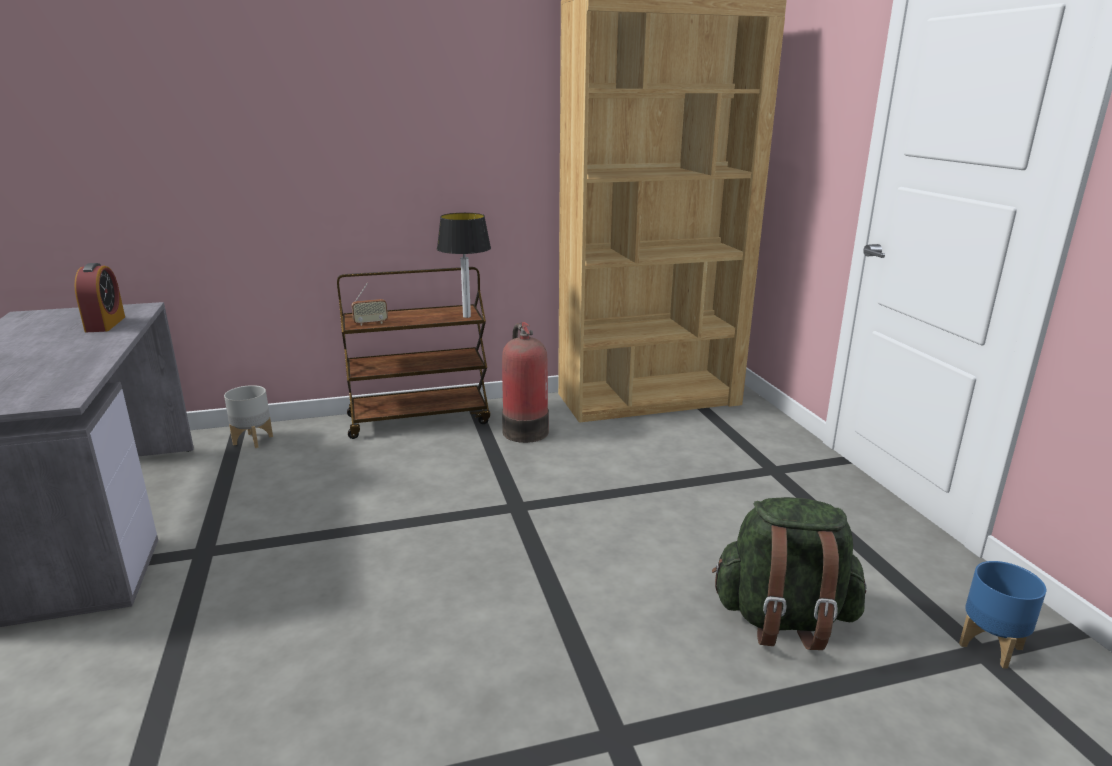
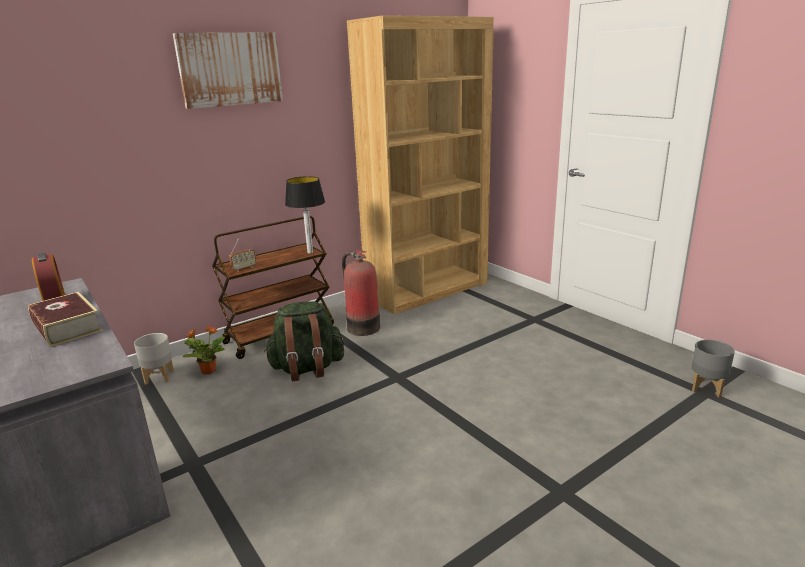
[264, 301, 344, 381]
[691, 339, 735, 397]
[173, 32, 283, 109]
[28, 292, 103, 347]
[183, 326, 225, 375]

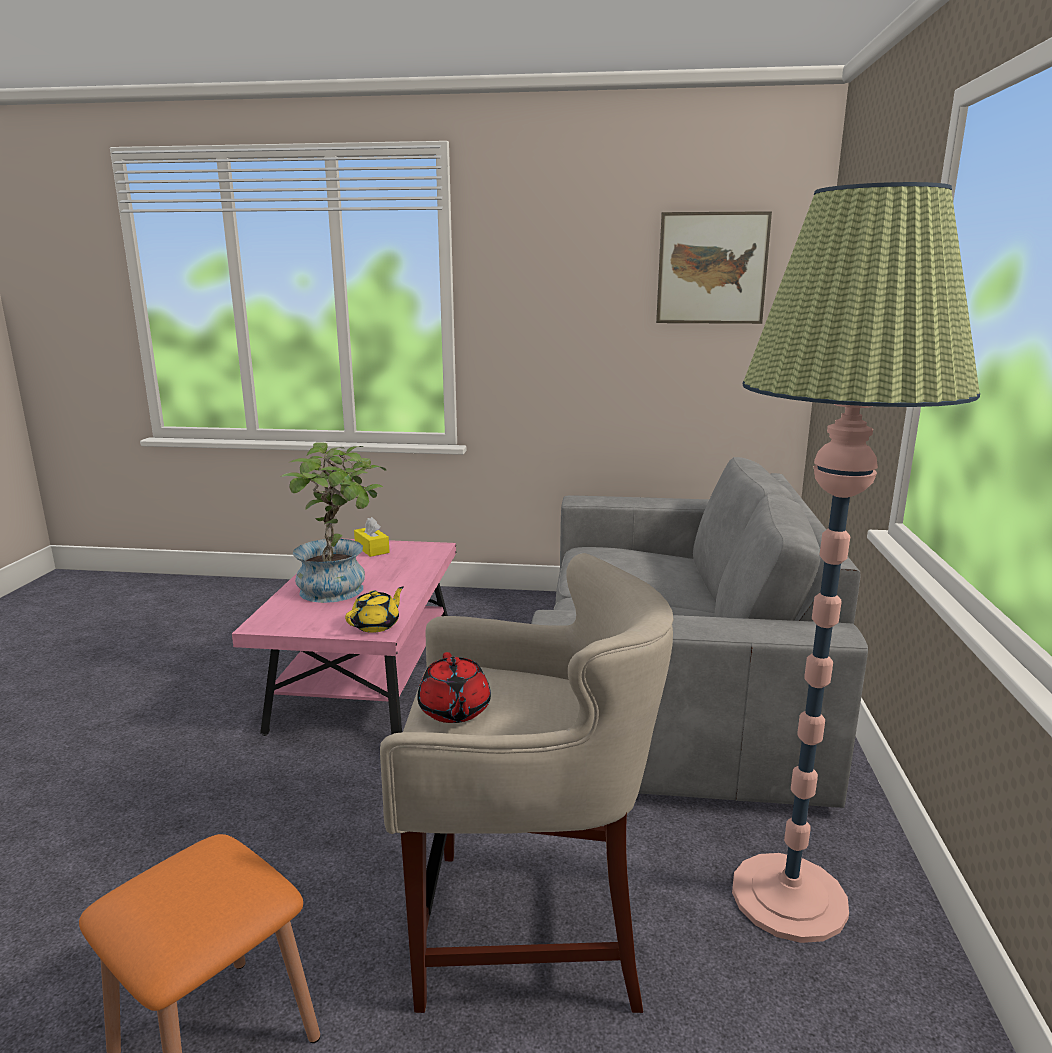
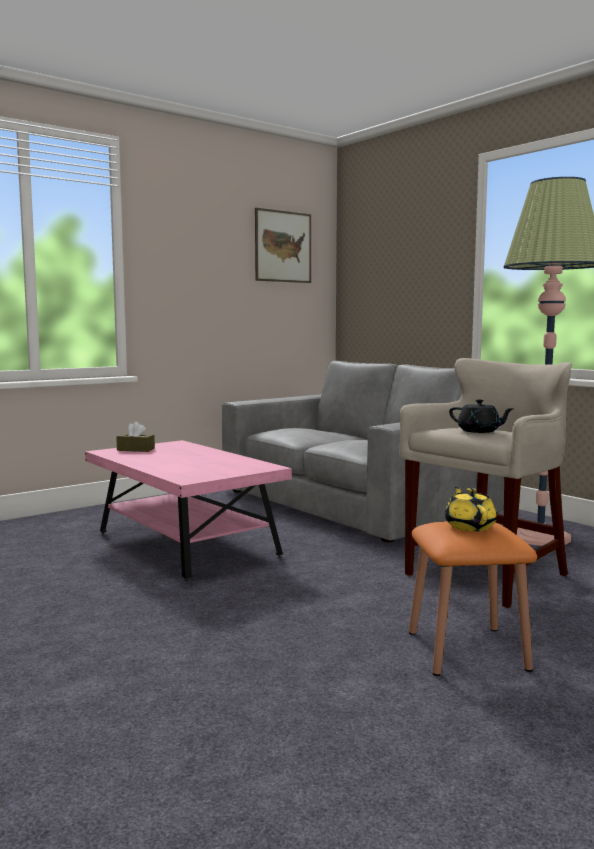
[280, 442, 386, 603] (first image)
[116, 421, 155, 452]
[445, 487, 497, 531]
[449, 399, 515, 433]

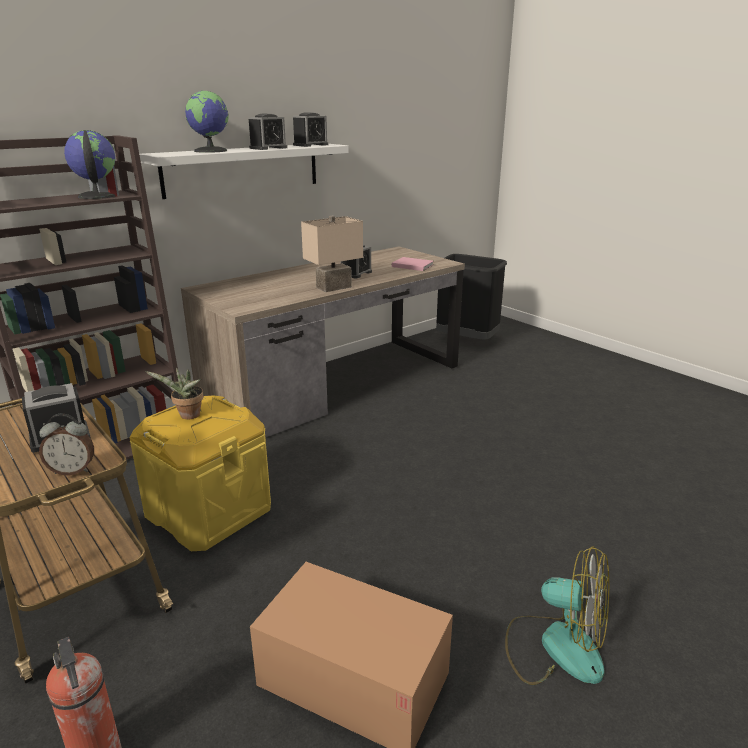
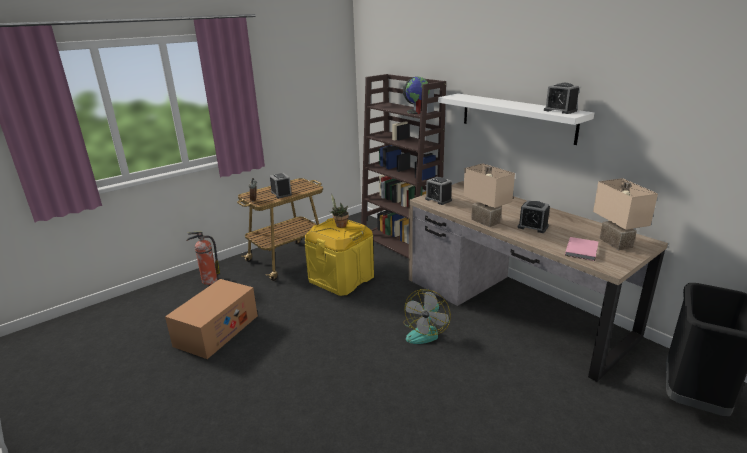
[185, 90, 229, 153] (first image)
[425, 177, 452, 205]
[403, 289, 451, 344]
[593, 178, 658, 250]

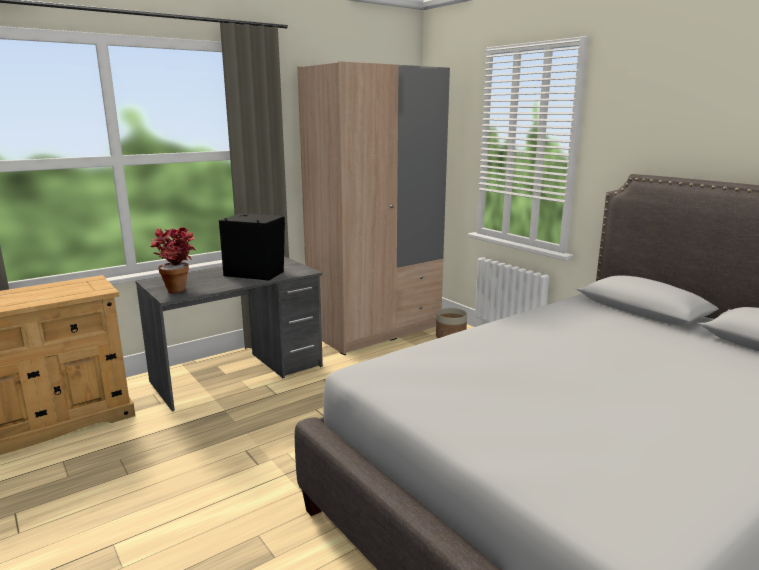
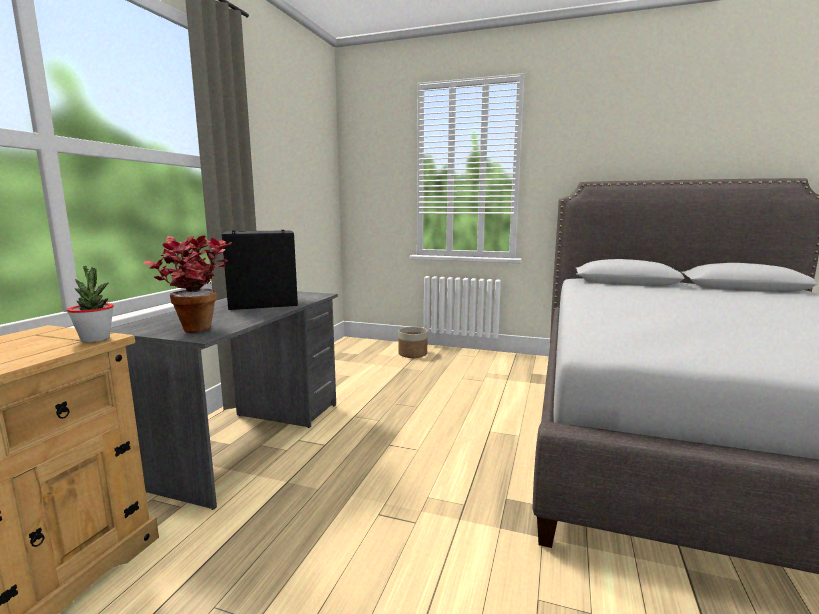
[297, 61, 450, 355] (first image)
[67, 266, 114, 343]

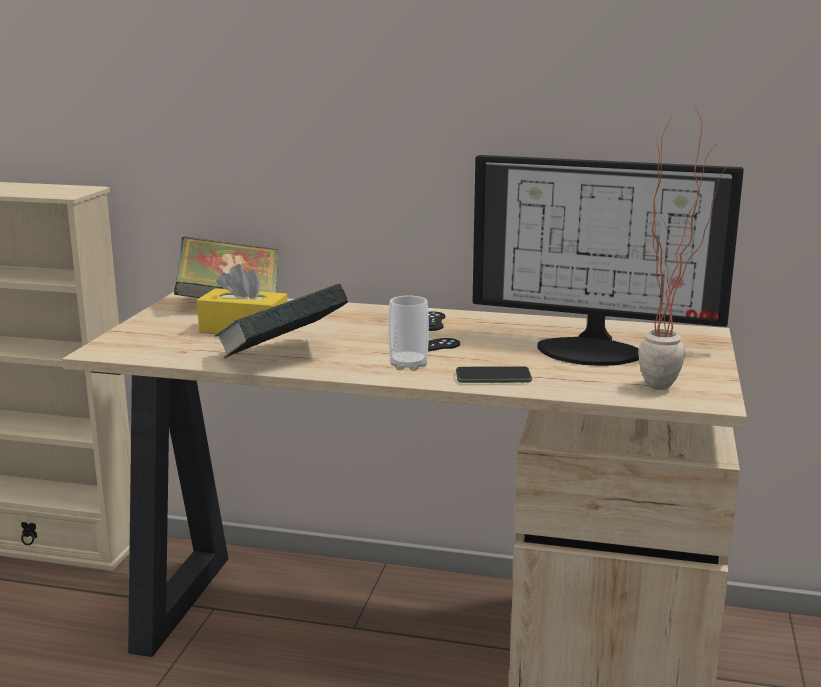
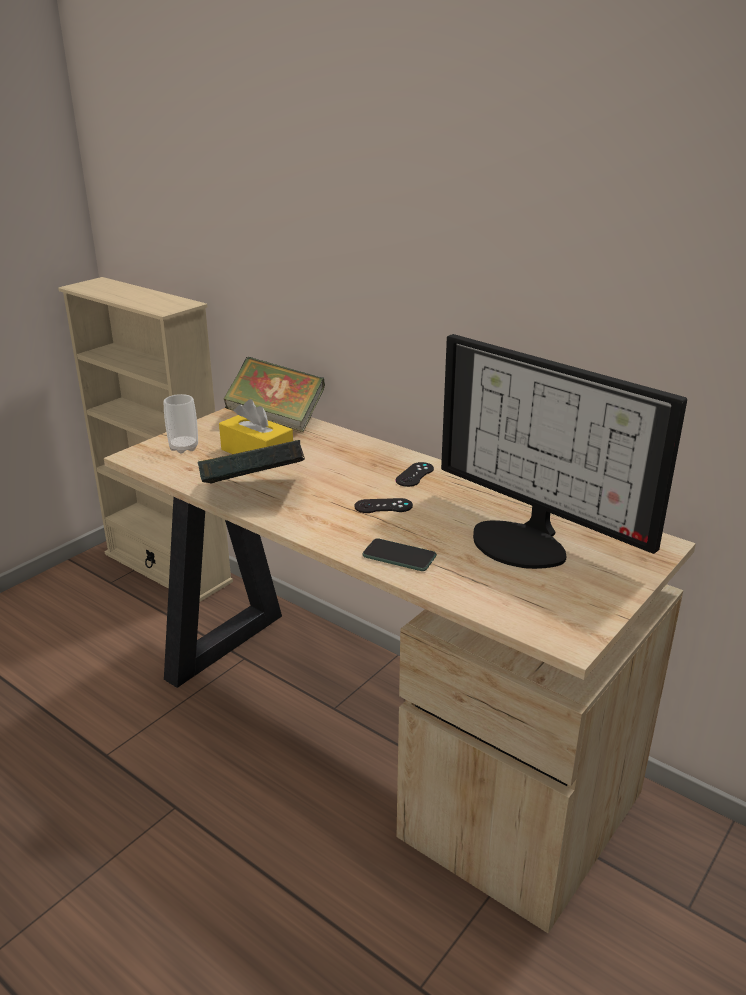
[638, 103, 726, 390] (first image)
[164, 394, 198, 453]

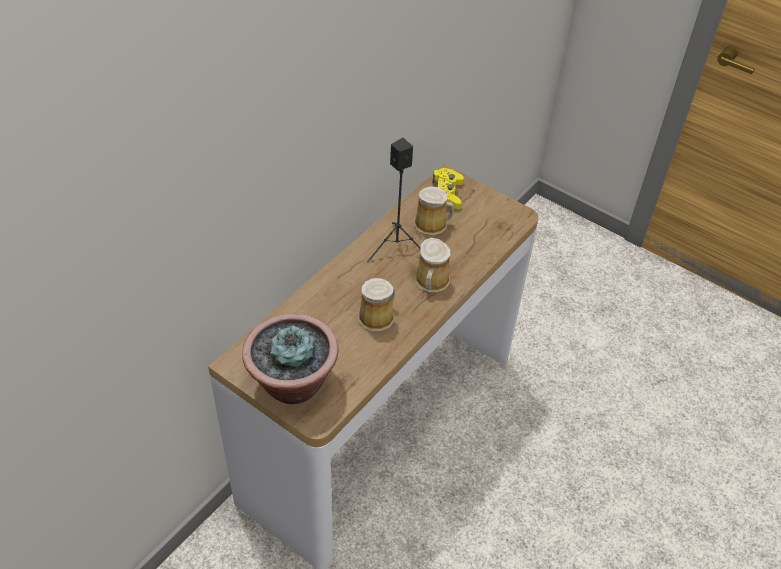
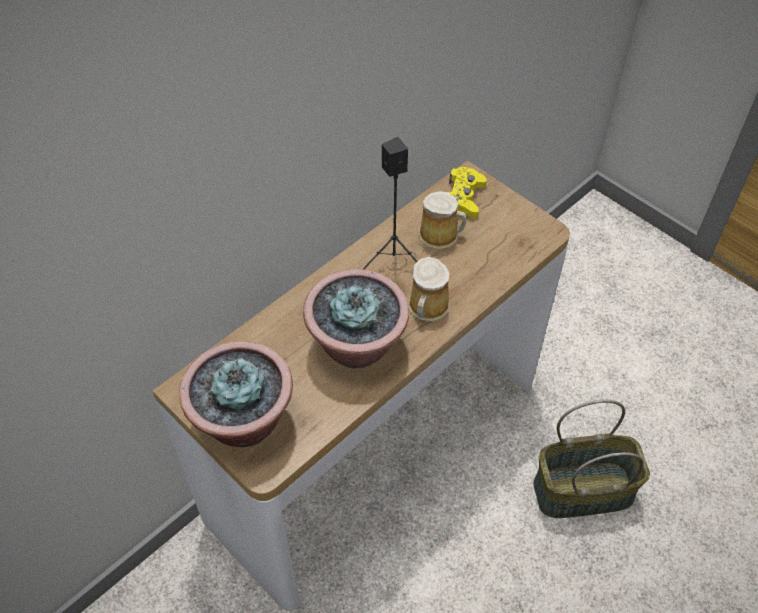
[303, 269, 409, 368]
[533, 400, 650, 518]

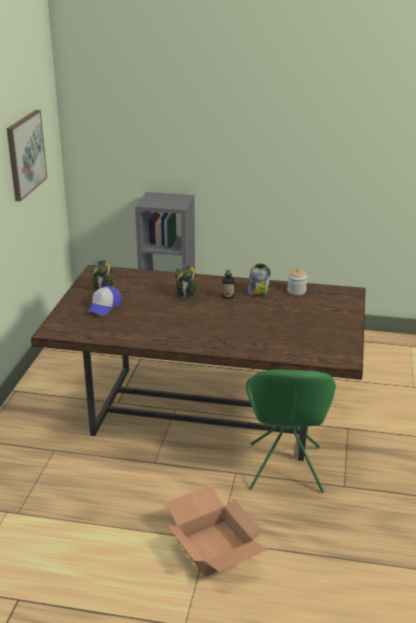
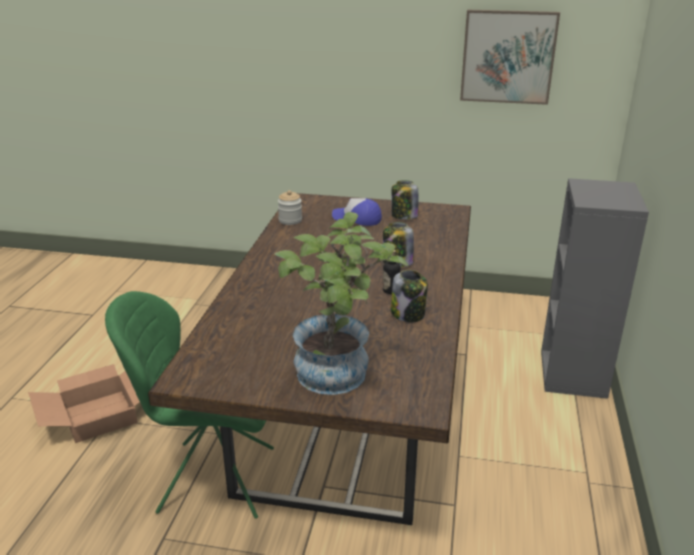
[278, 190, 302, 225]
[274, 212, 408, 395]

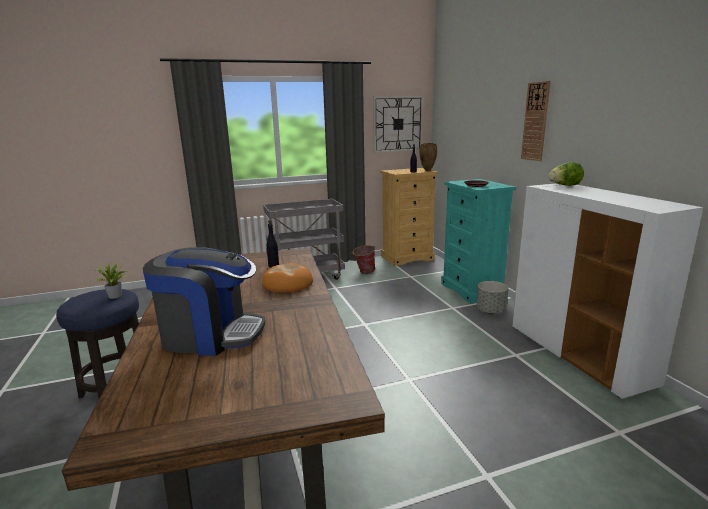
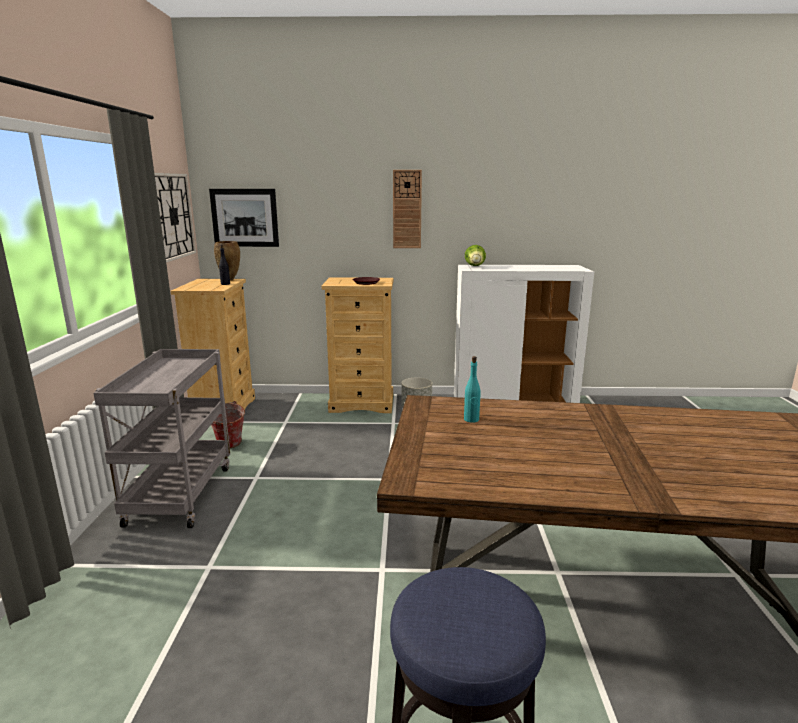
[322, 277, 393, 413]
[464, 356, 481, 423]
[143, 247, 265, 356] (first image)
[96, 262, 128, 299] (first image)
[262, 263, 313, 292] (first image)
[209, 189, 279, 247]

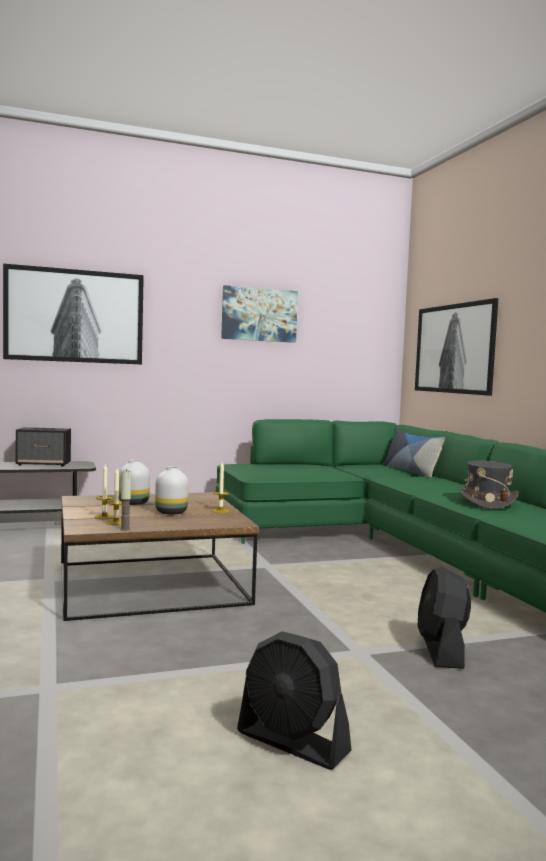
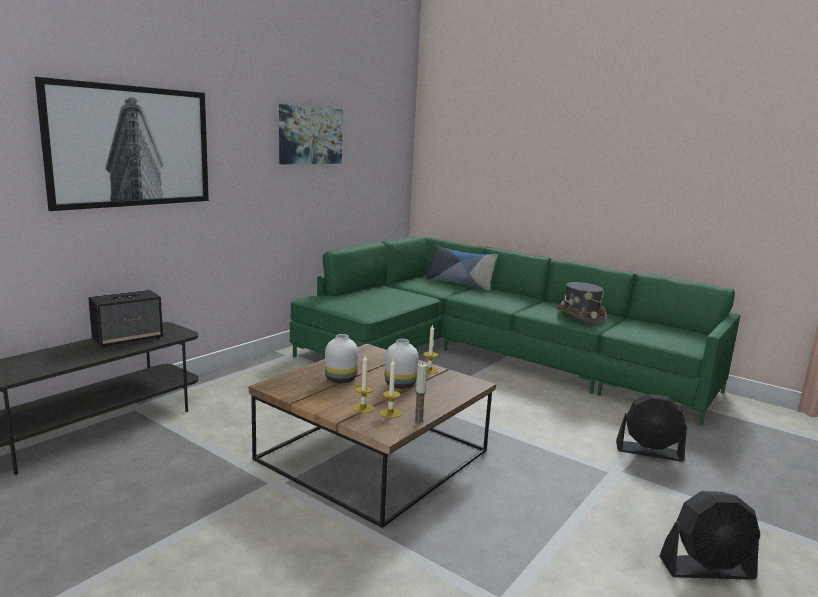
[415, 298, 498, 396] (first image)
[616, 394, 687, 462]

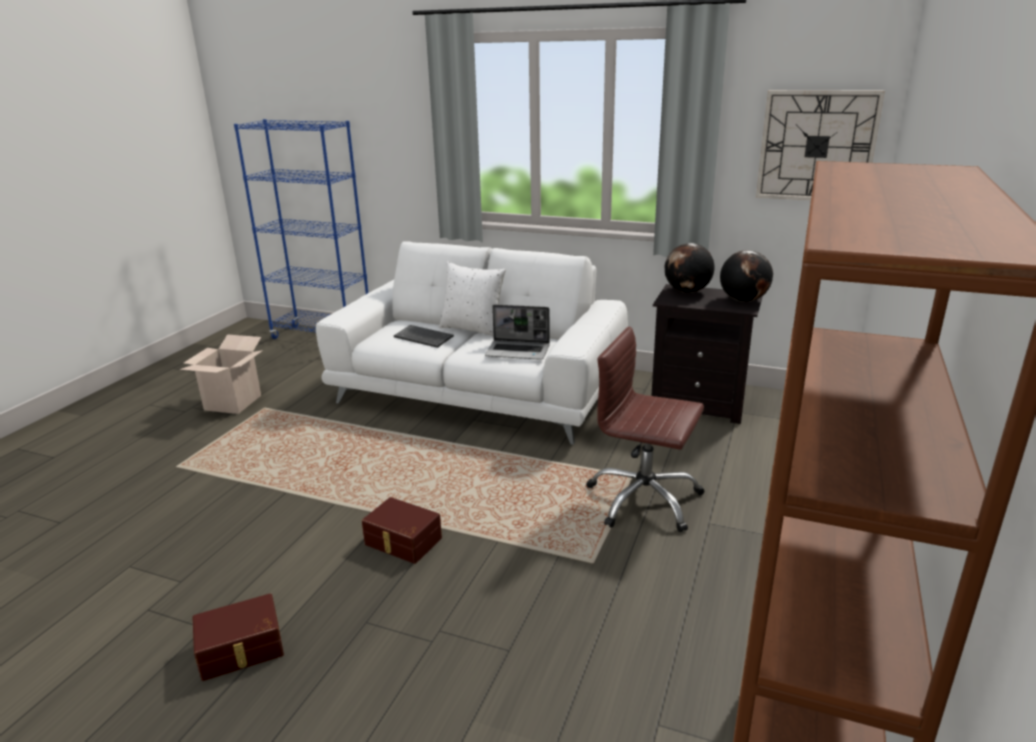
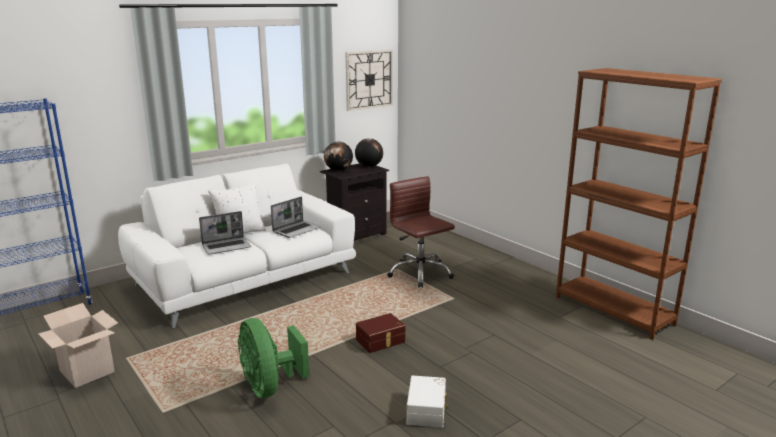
[199, 211, 251, 254]
[387, 176, 455, 288]
[407, 375, 448, 428]
[238, 318, 309, 398]

